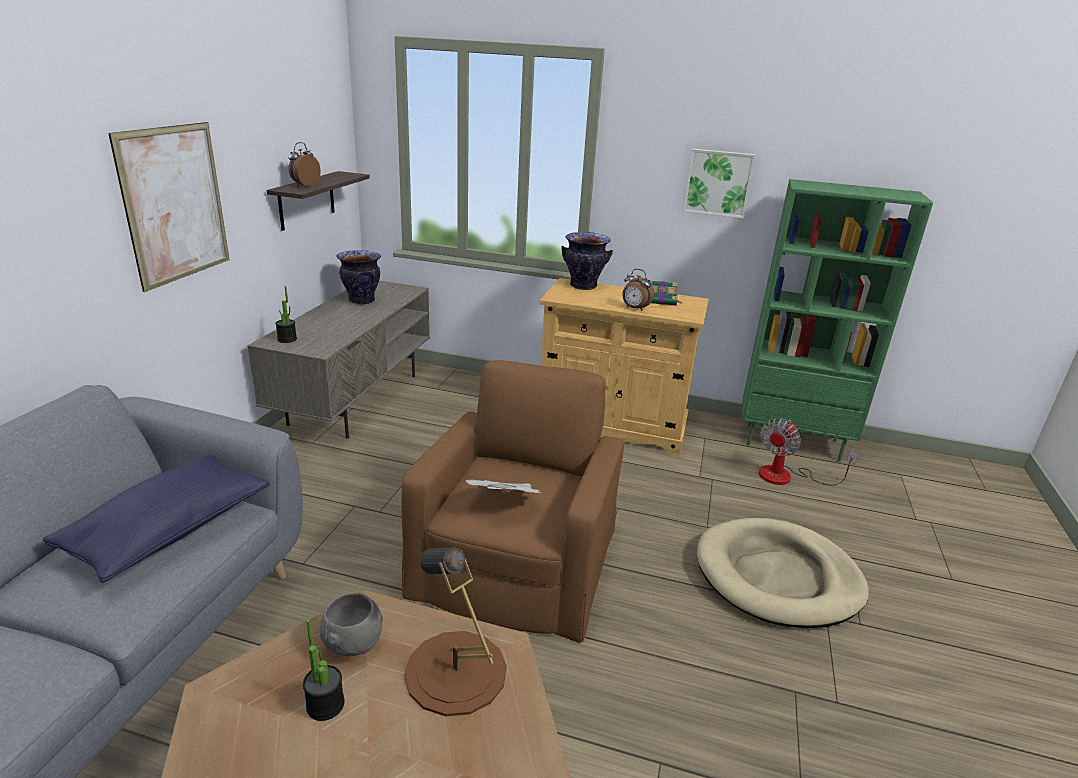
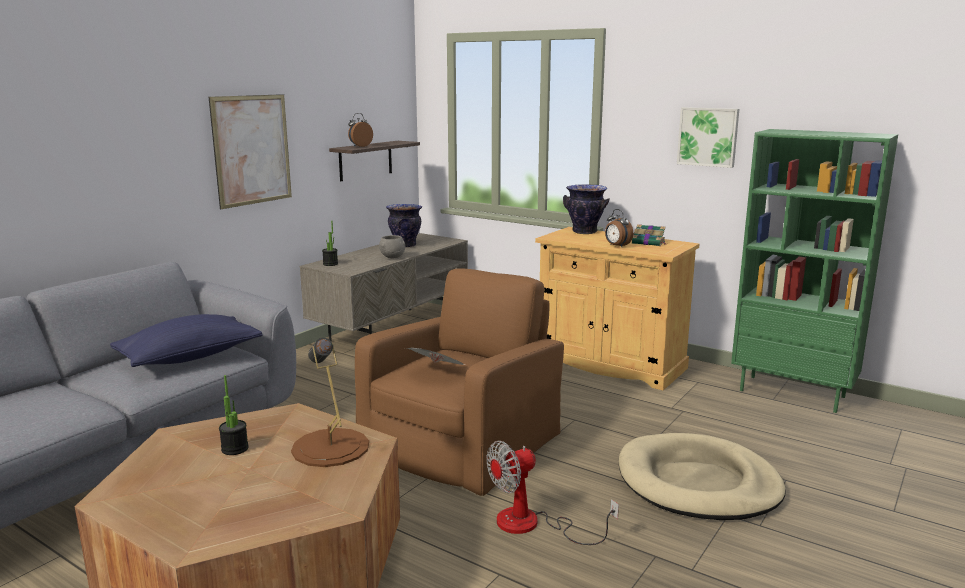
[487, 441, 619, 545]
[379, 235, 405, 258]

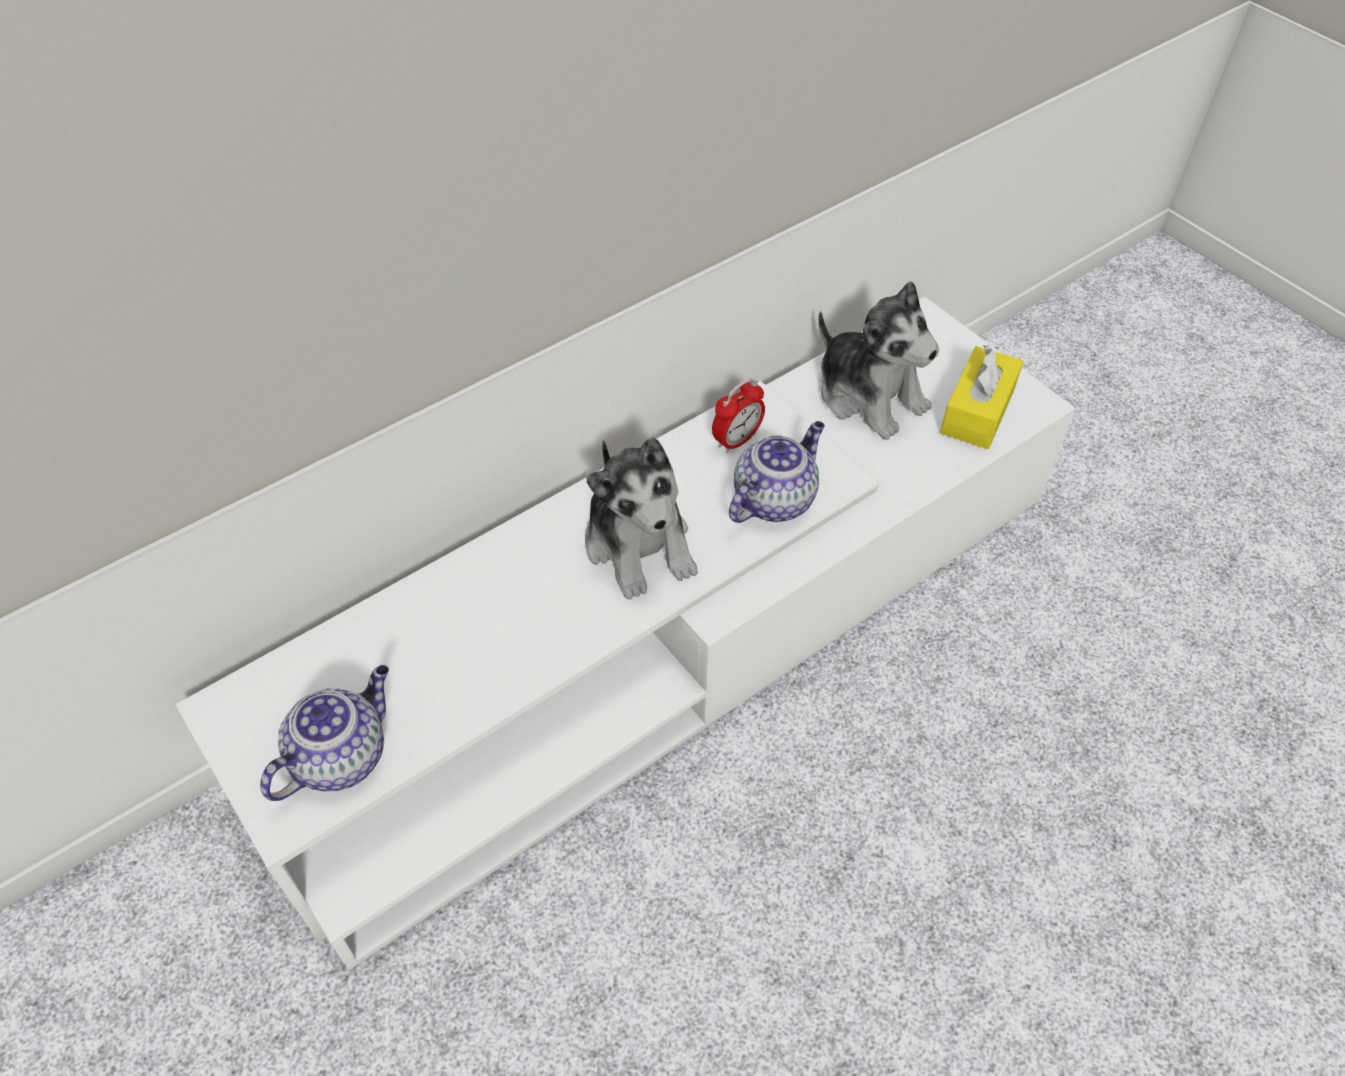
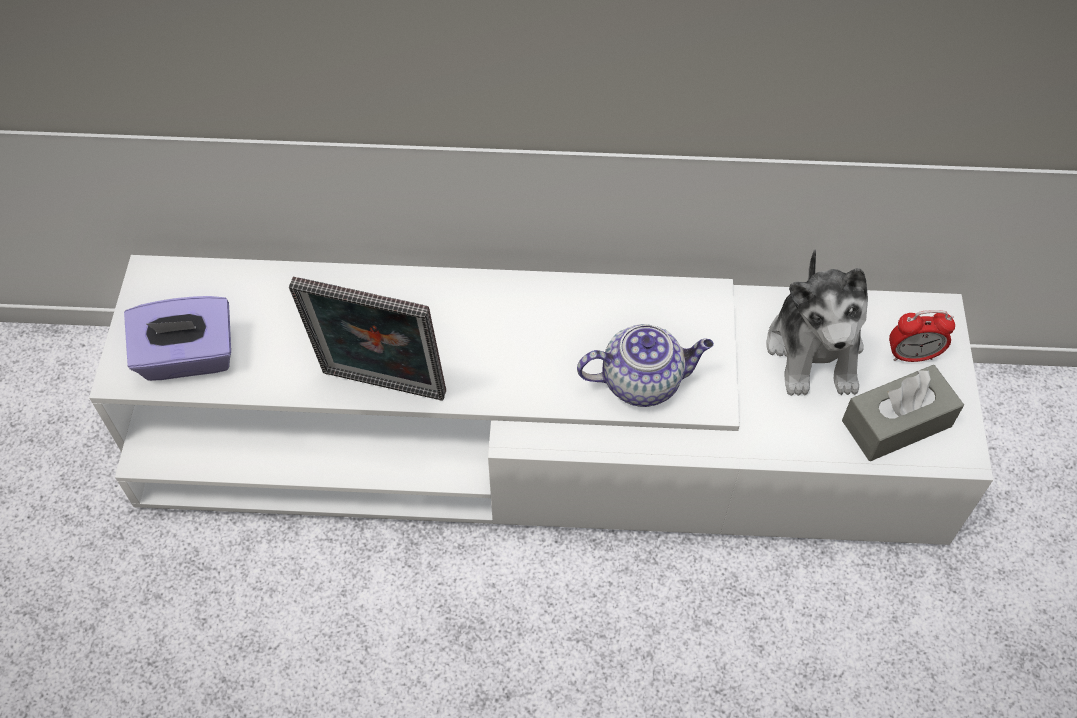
[842, 365, 964, 461]
[889, 310, 955, 362]
[585, 437, 697, 600] (first image)
[124, 296, 231, 381]
[289, 277, 446, 401]

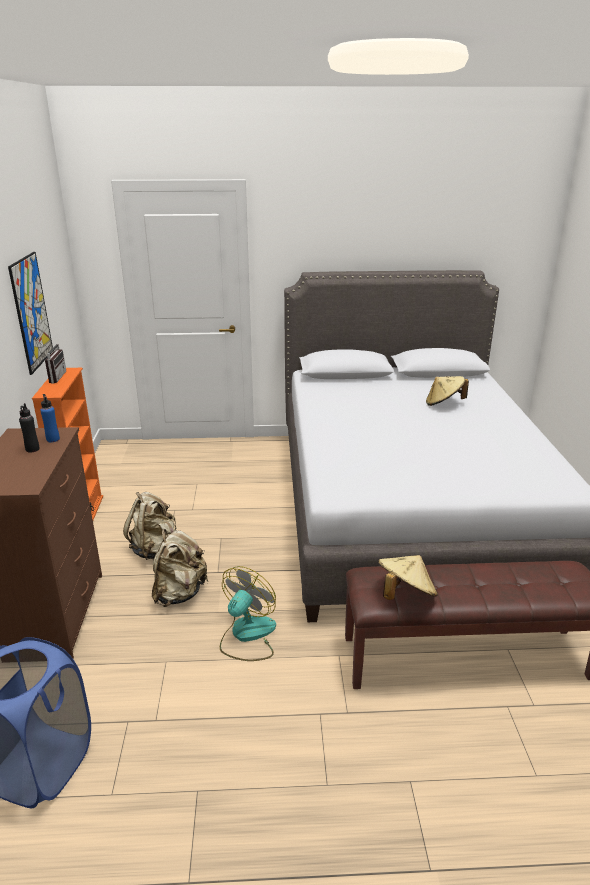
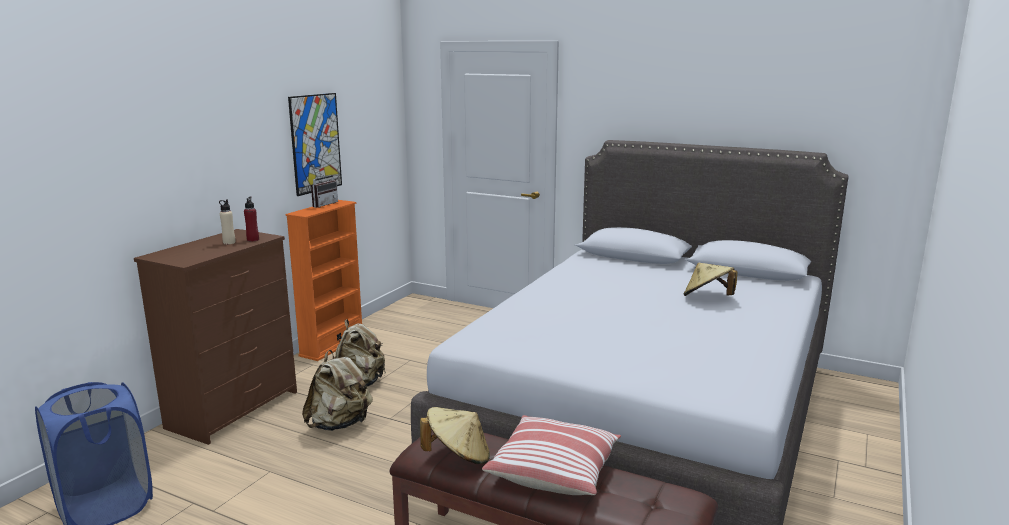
[244, 196, 259, 241]
[219, 199, 236, 244]
[220, 566, 276, 661] (first image)
[482, 415, 621, 495]

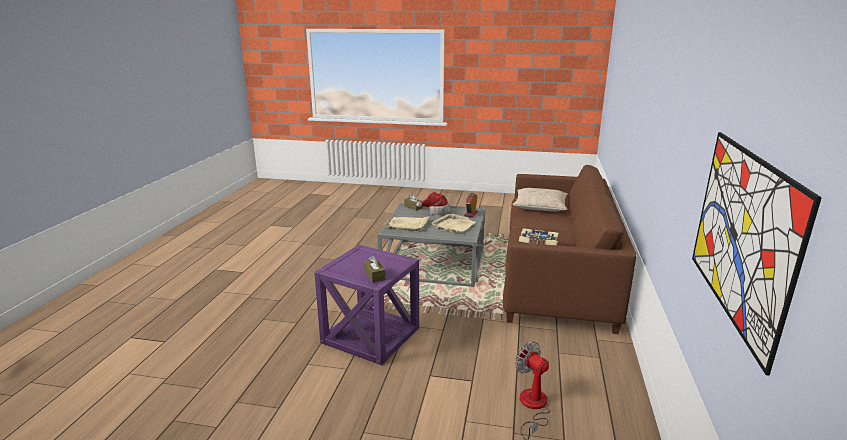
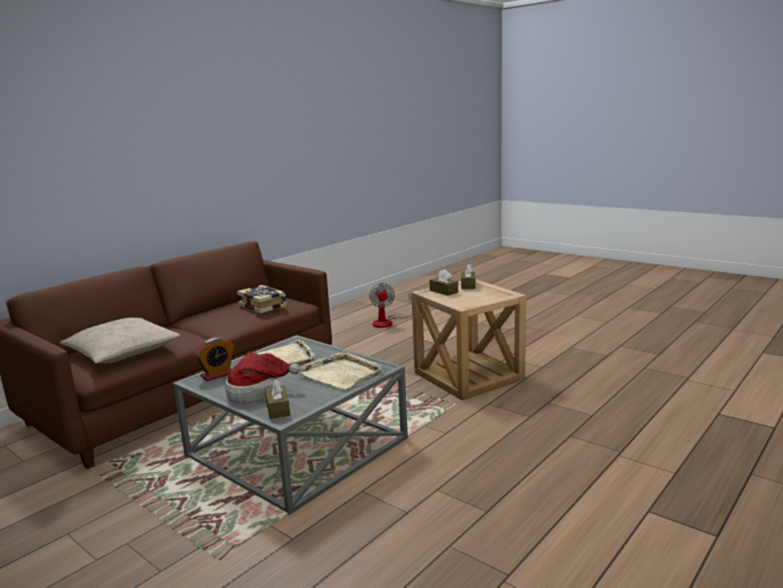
[692, 132, 822, 376] (first image)
[412, 279, 526, 400]
[430, 269, 458, 296]

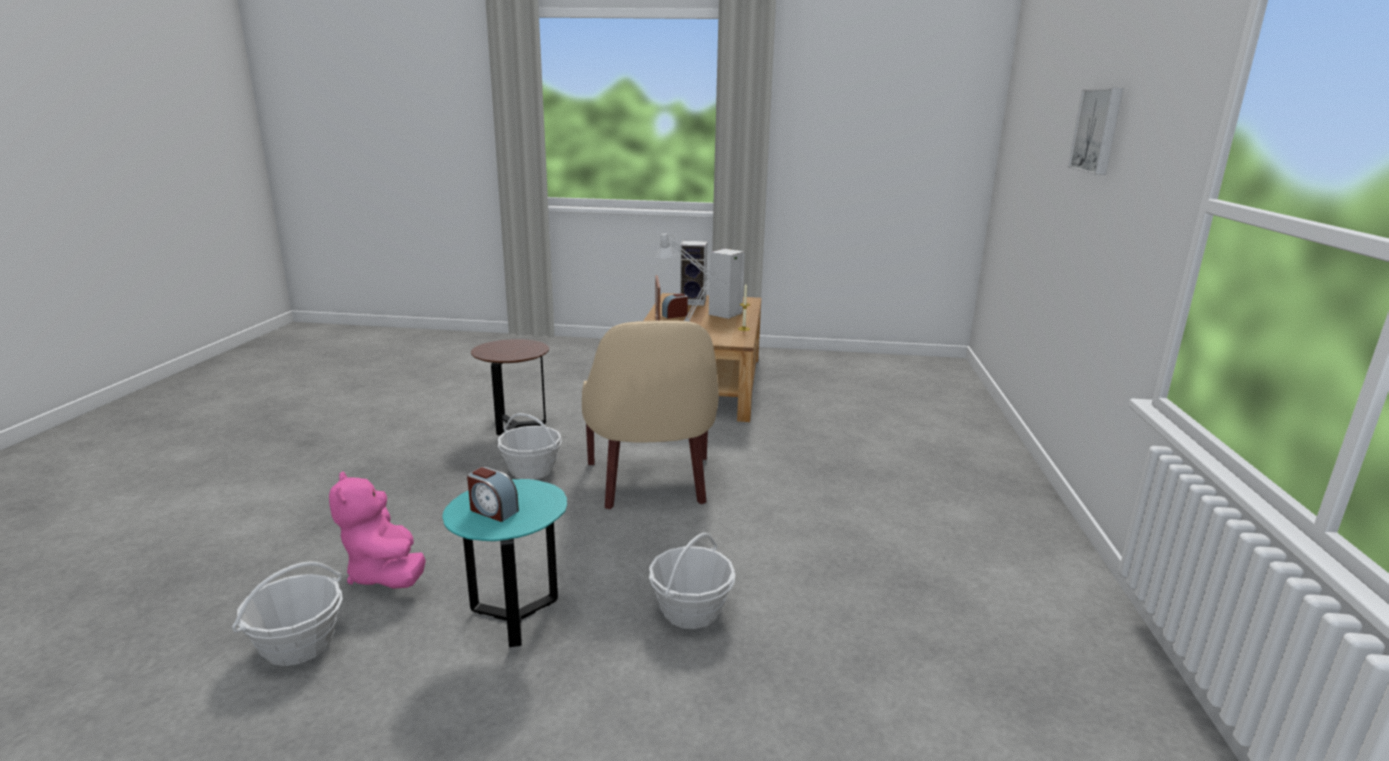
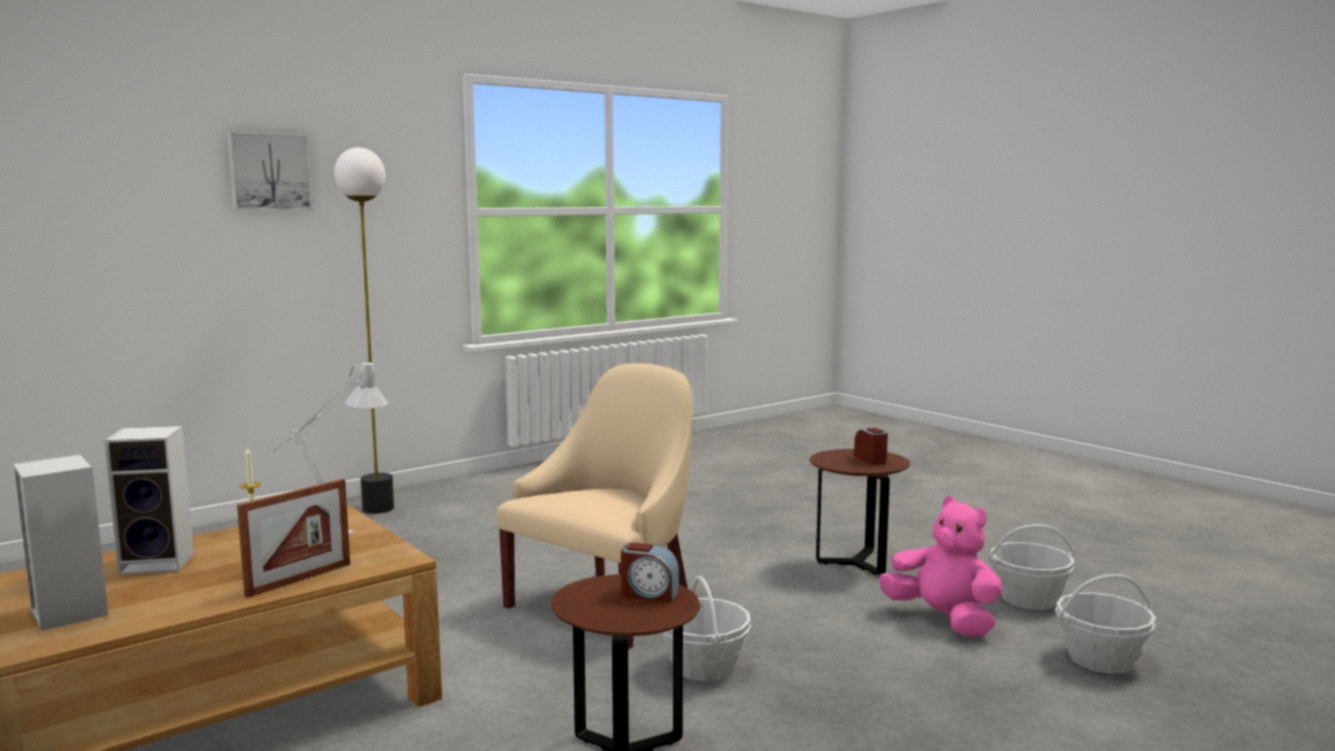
[621, 543, 679, 602]
[879, 496, 1002, 636]
[810, 449, 910, 575]
[1055, 574, 1156, 674]
[334, 147, 394, 514]

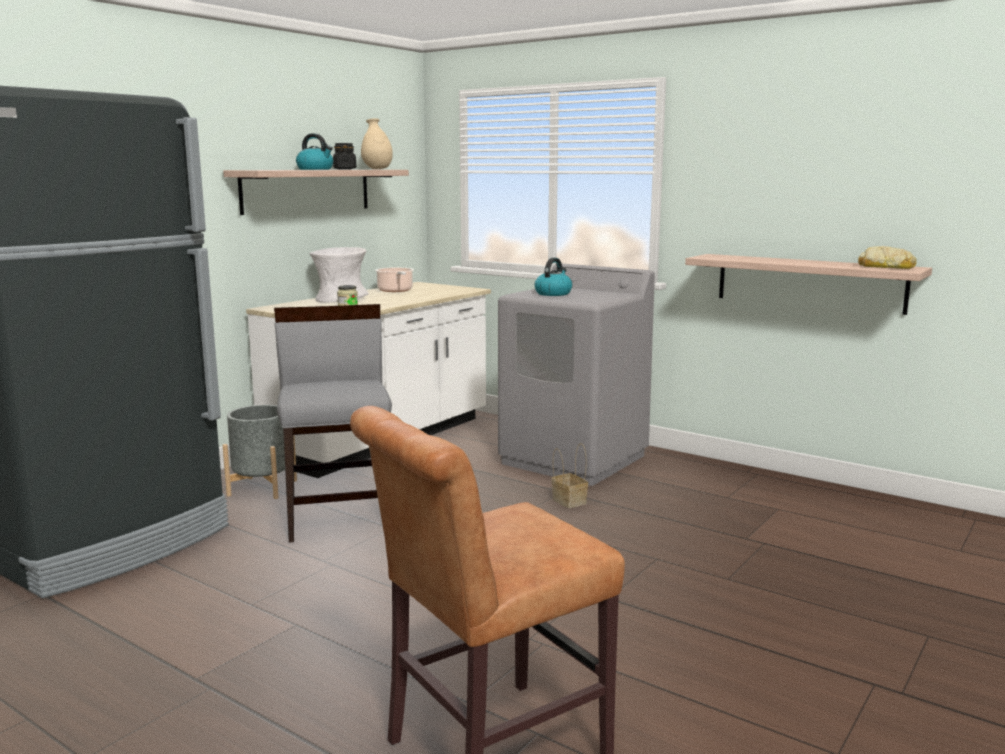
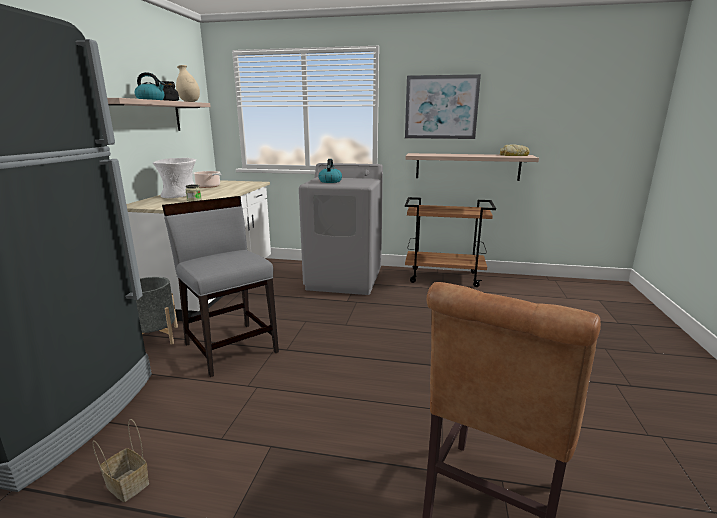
[92, 419, 149, 502]
[405, 74, 481, 139]
[405, 197, 496, 287]

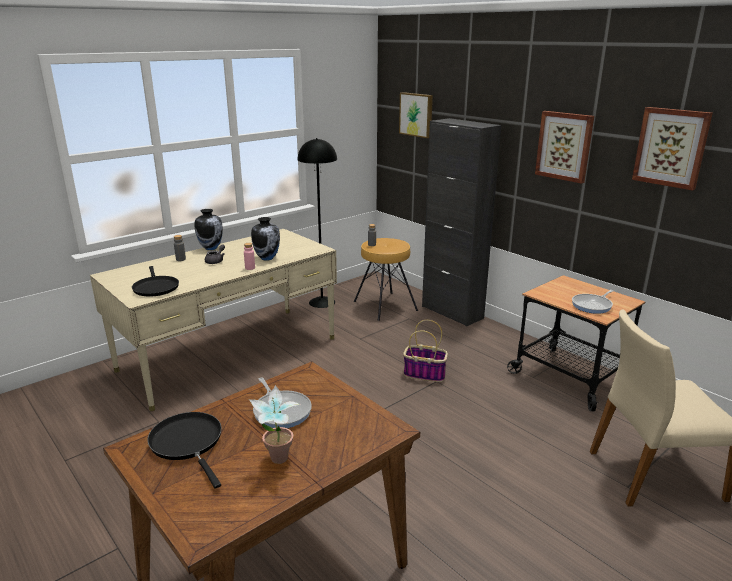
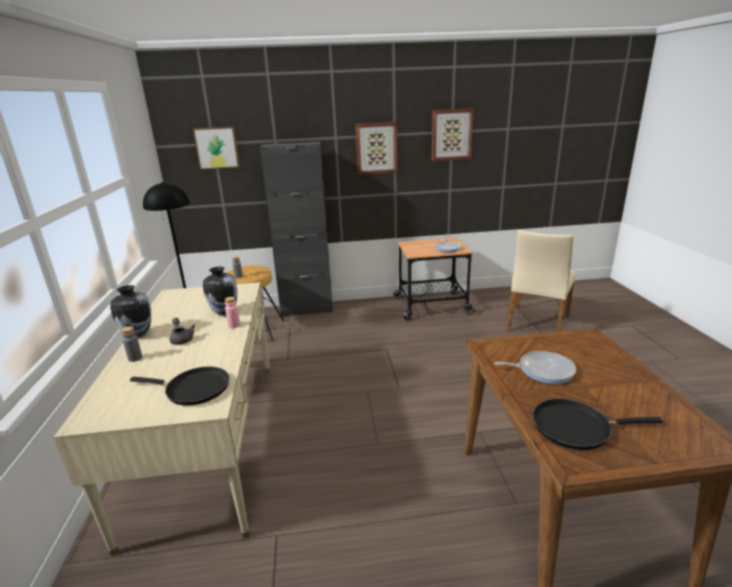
[403, 320, 448, 382] (first image)
[249, 385, 300, 464] (first image)

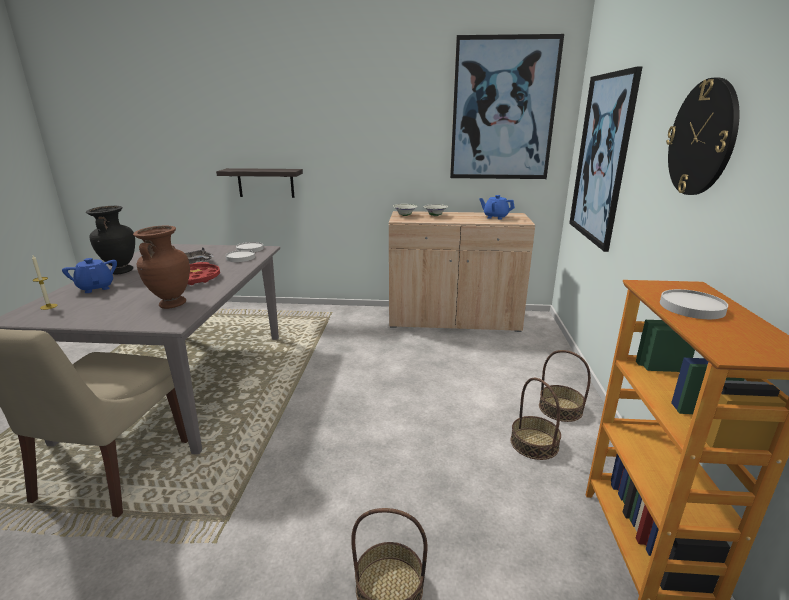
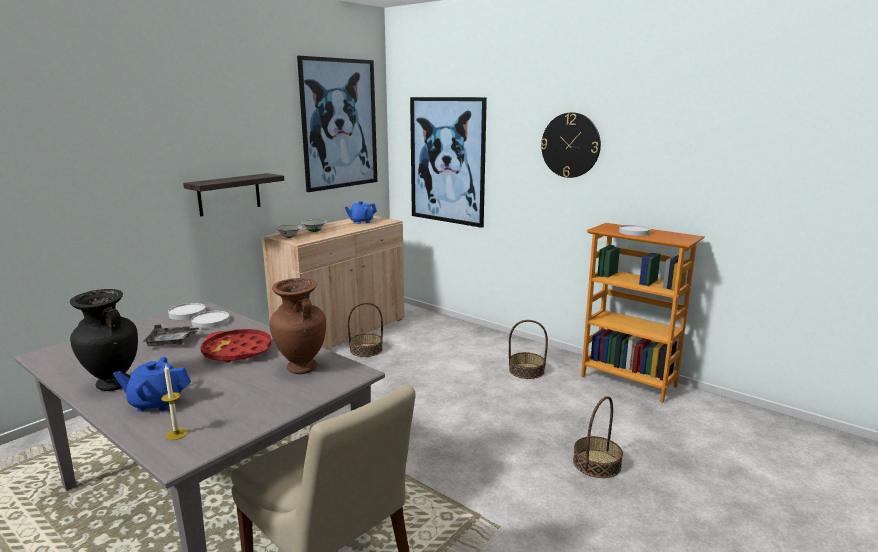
[183, 173, 284, 216]
[348, 302, 383, 357]

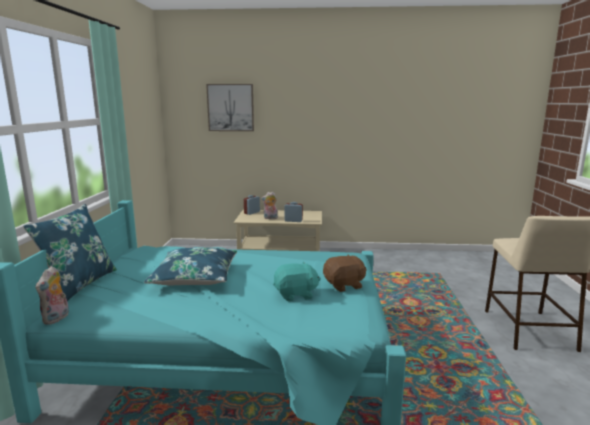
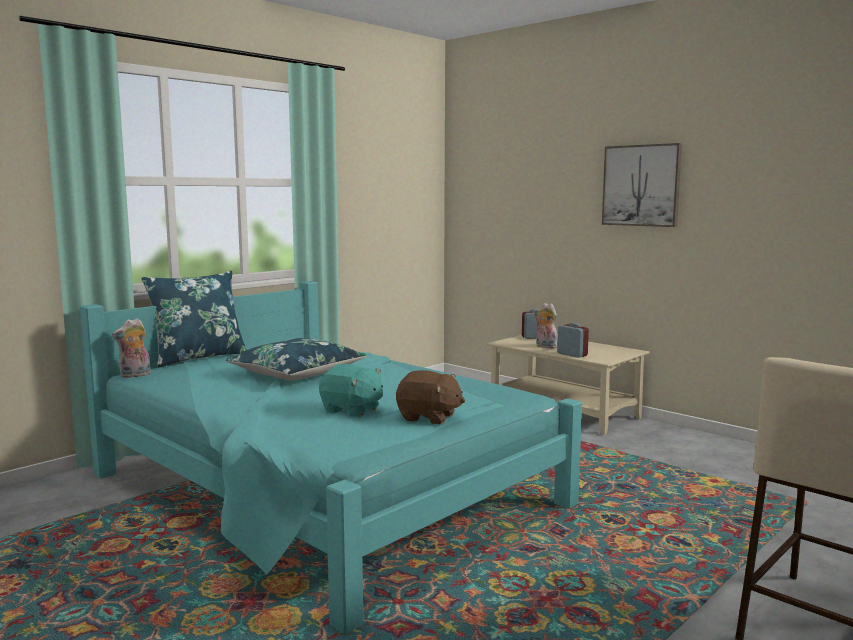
[602, 143, 682, 227]

